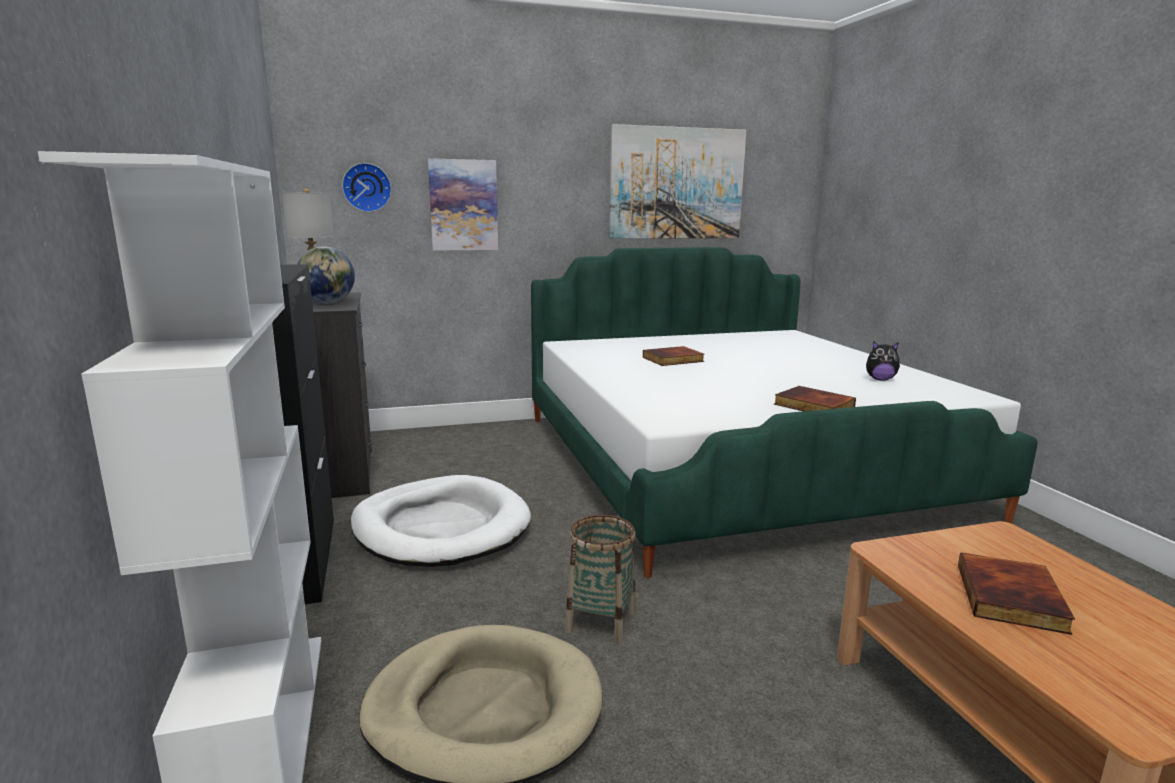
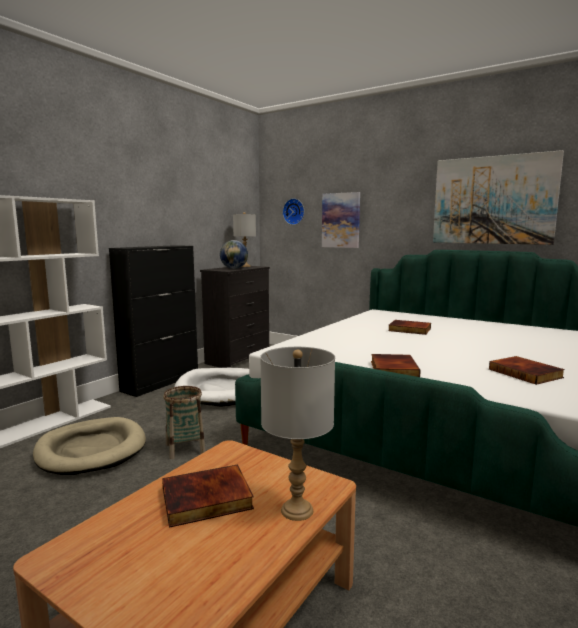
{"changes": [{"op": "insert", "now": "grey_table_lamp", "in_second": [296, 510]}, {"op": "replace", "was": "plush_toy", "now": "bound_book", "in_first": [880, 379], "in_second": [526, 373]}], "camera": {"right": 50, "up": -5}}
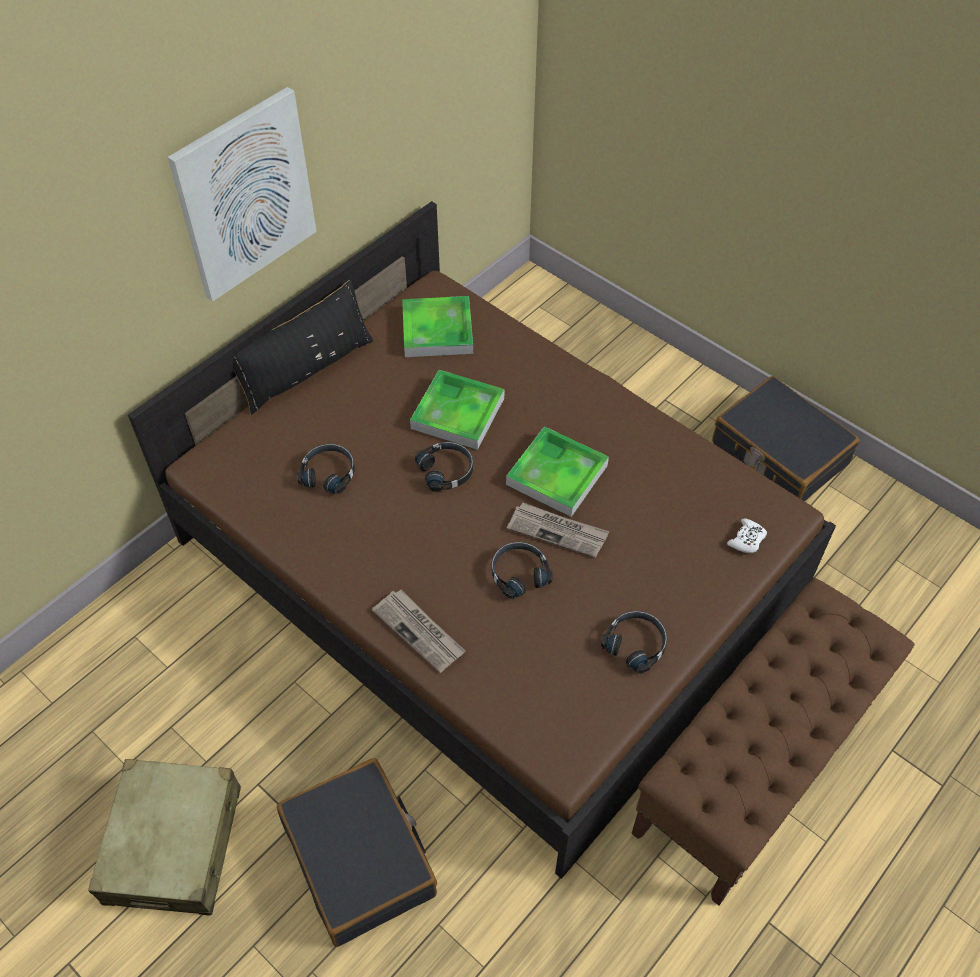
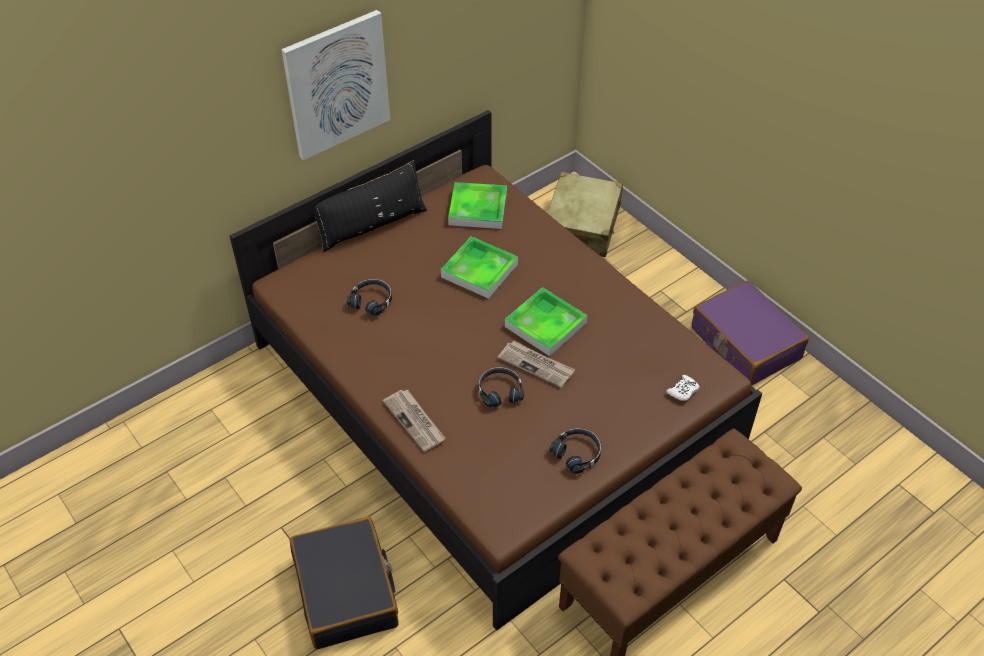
{"changes": [{"op": "delete", "was": "blackish_headphones", "in_first": [446, 470]}, {"op": "move", "was": "beige_piece_of_luggage", "in_first": [175, 844], "in_second": [582, 225]}, {"op": "recolor", "was": "blackish_piece_of_luggage", "now": "purple-coloured_piece_of_luggage", "in_first": [778, 454], "in_second": [744, 343]}], "camera": {"right": 10, "up": -5}}
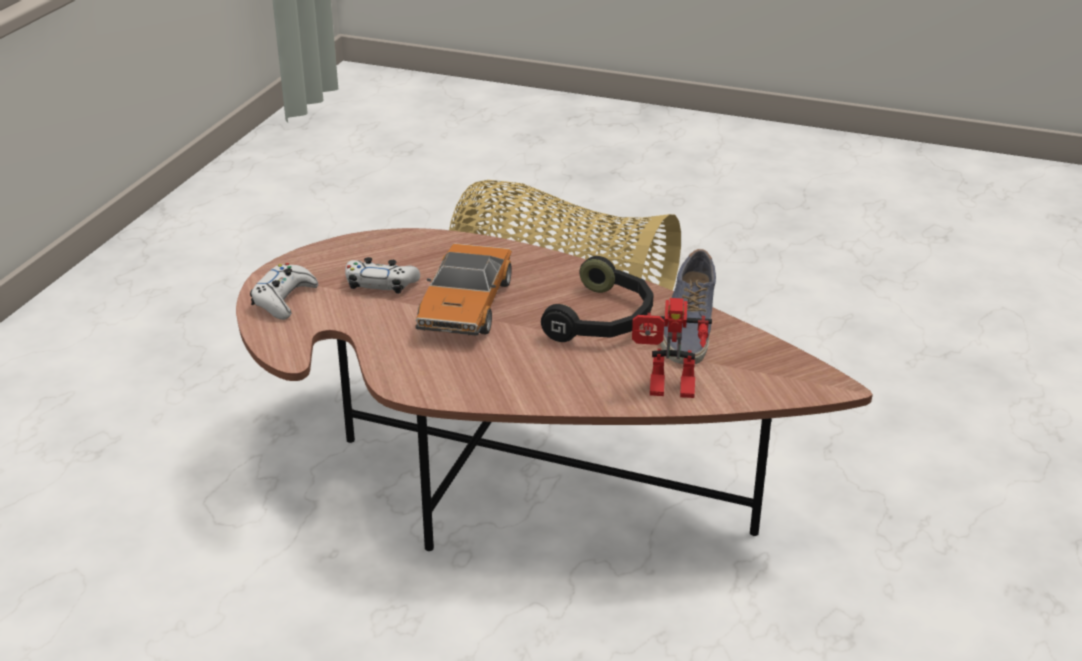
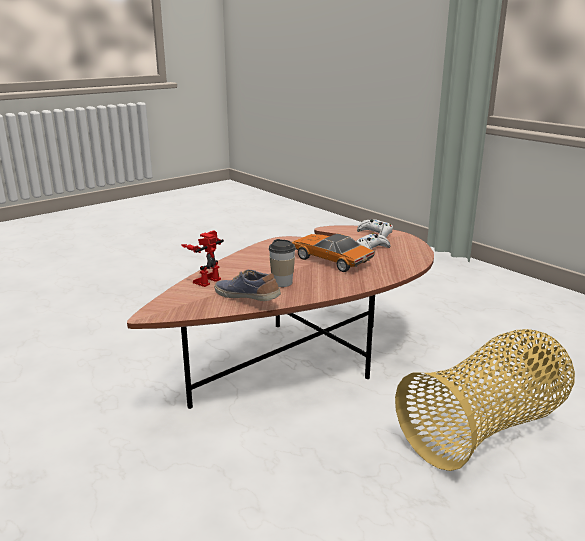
{"changes": [{"op": "replace", "was": "blackish_headphones", "now": "cup", "in_first": [603, 320], "in_second": [282, 283]}], "camera": {"right": 120, "up": -10}}
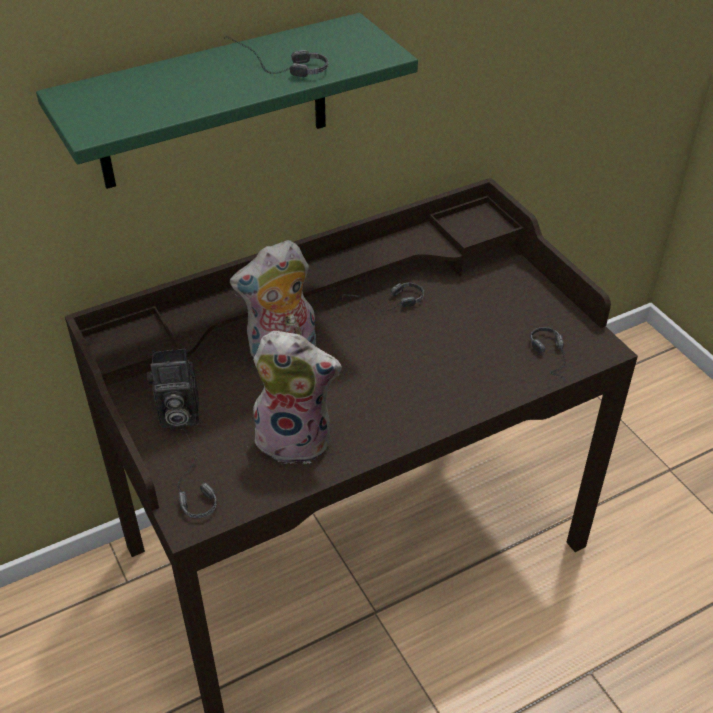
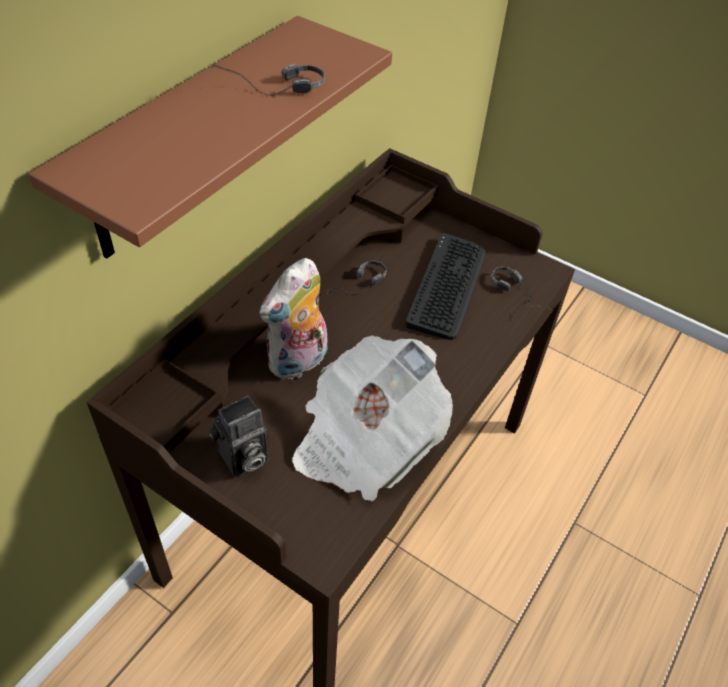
{"changes": [{"op": "delete", "was": "headphones", "in_first": [188, 482]}, {"op": "insert", "now": "PC_keyboard", "in_second": [447, 286]}, {"op": "replace", "was": "plush_toy", "now": "printed_paper", "in_first": [296, 439], "in_second": [365, 440]}, {"op": "recolor", "was": "greenish_shelf", "now": "brown-coloured_shelf", "in_first": [213, 103], "in_second": [189, 140]}], "camera": {"right": -30, "up": 5}}
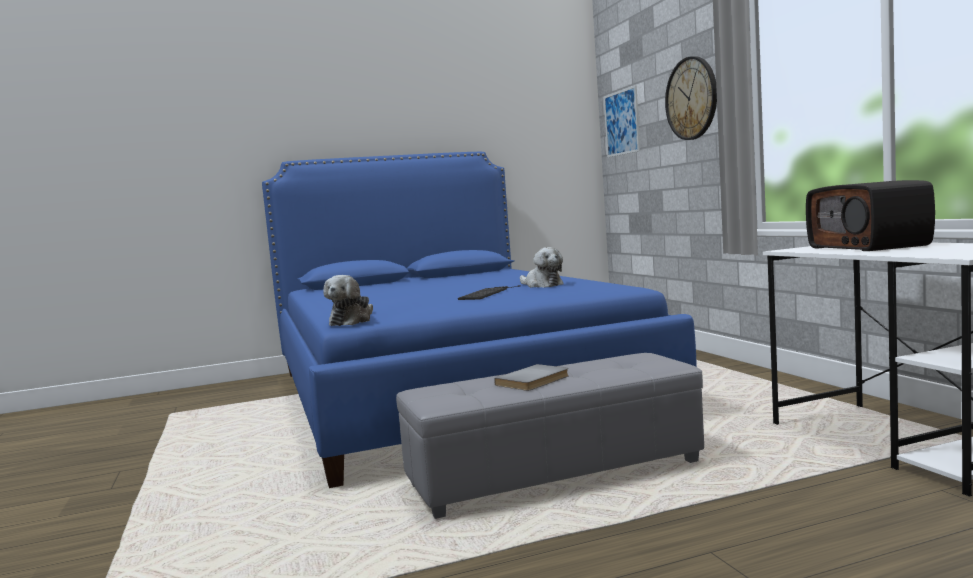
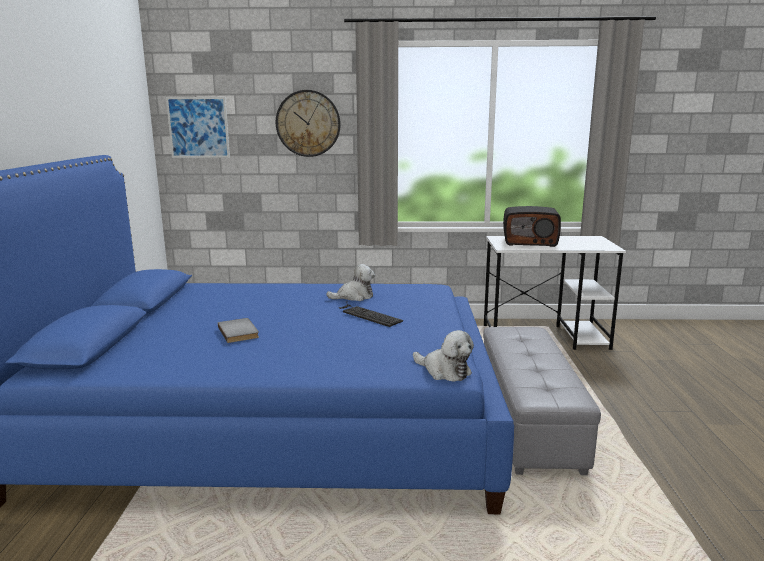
{"changes": [{"op": "move", "was": "grey_bound_book", "in_first": [534, 381], "in_second": [240, 332]}], "camera": {"right": -70, "up": 10}}
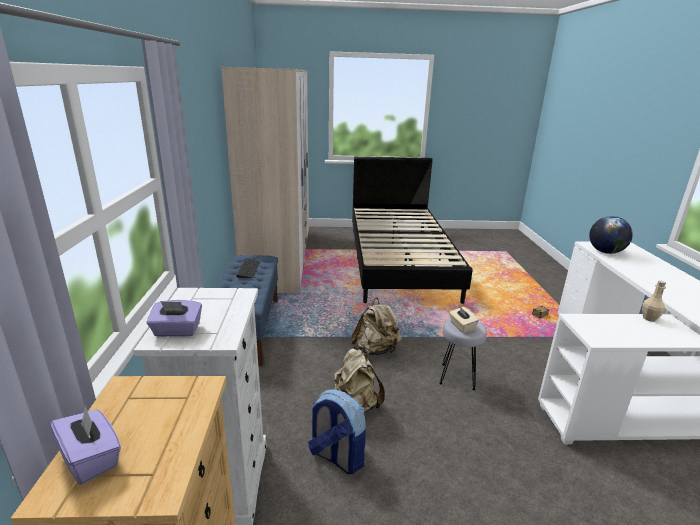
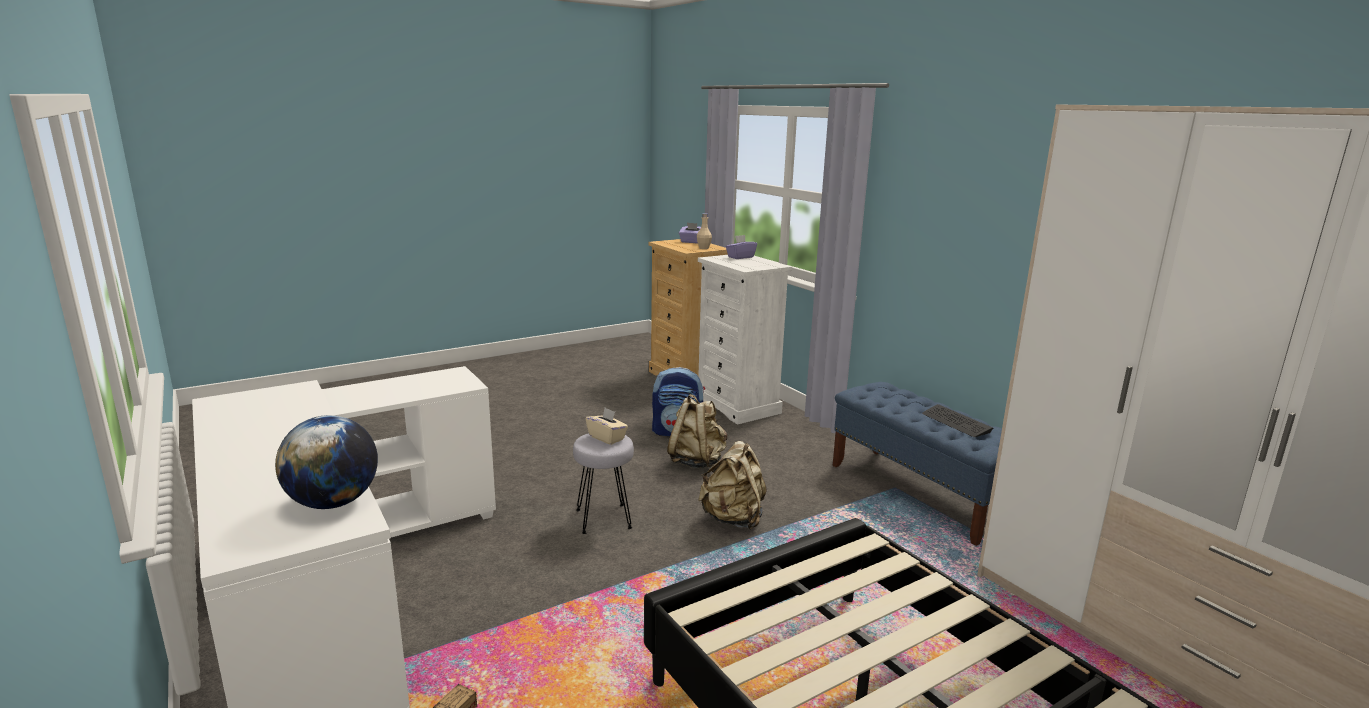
{"changes": [{"op": "move", "was": "beige_beverage_bottle", "in_first": [649, 318], "in_second": [703, 248]}], "camera": {"right": 150, "up": -5}}
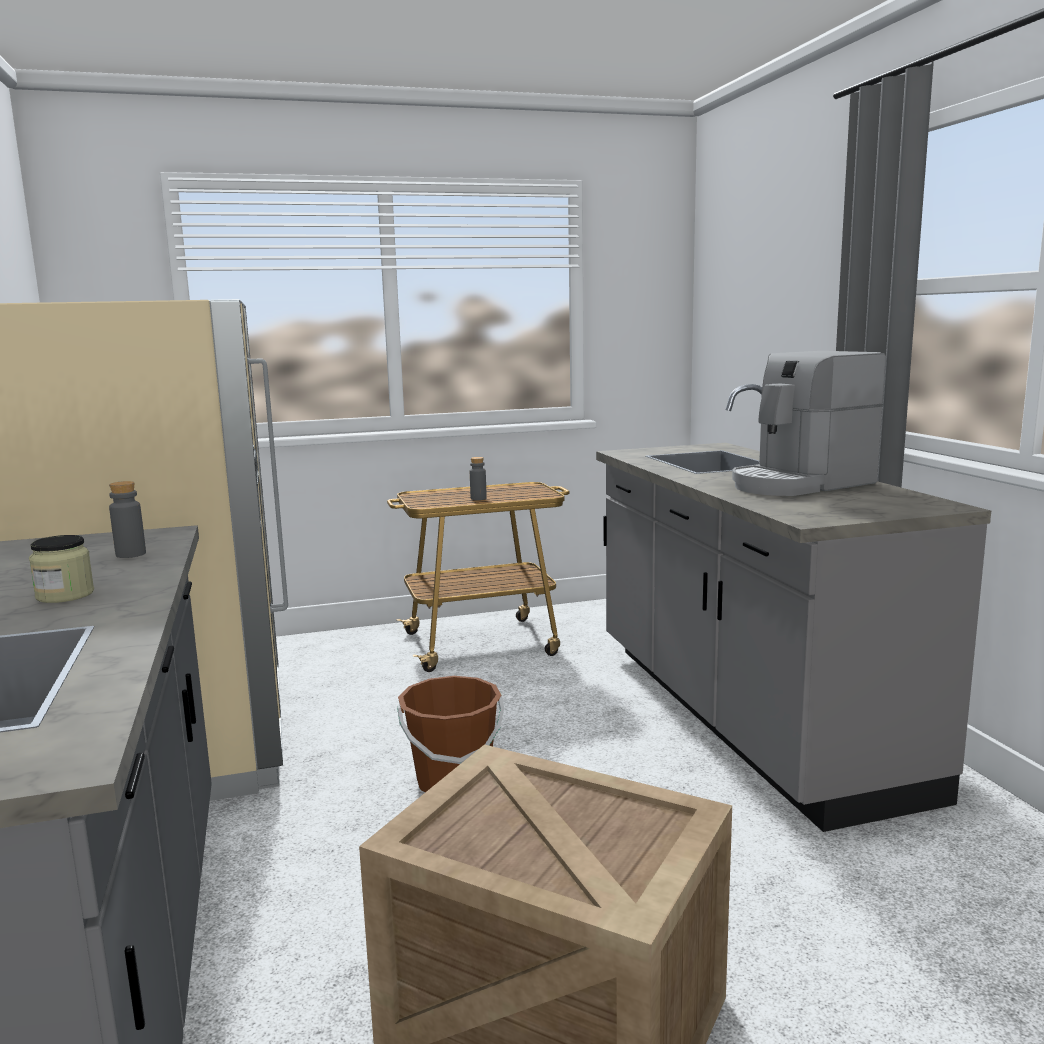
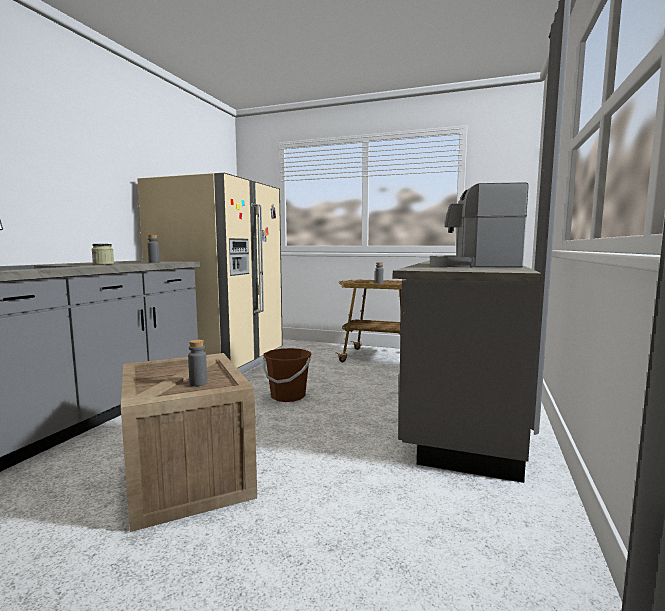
{"changes": [{"op": "insert", "now": "grey_beverage_bottle", "in_second": [198, 383]}], "camera": {"right": 35, "up": -5}}
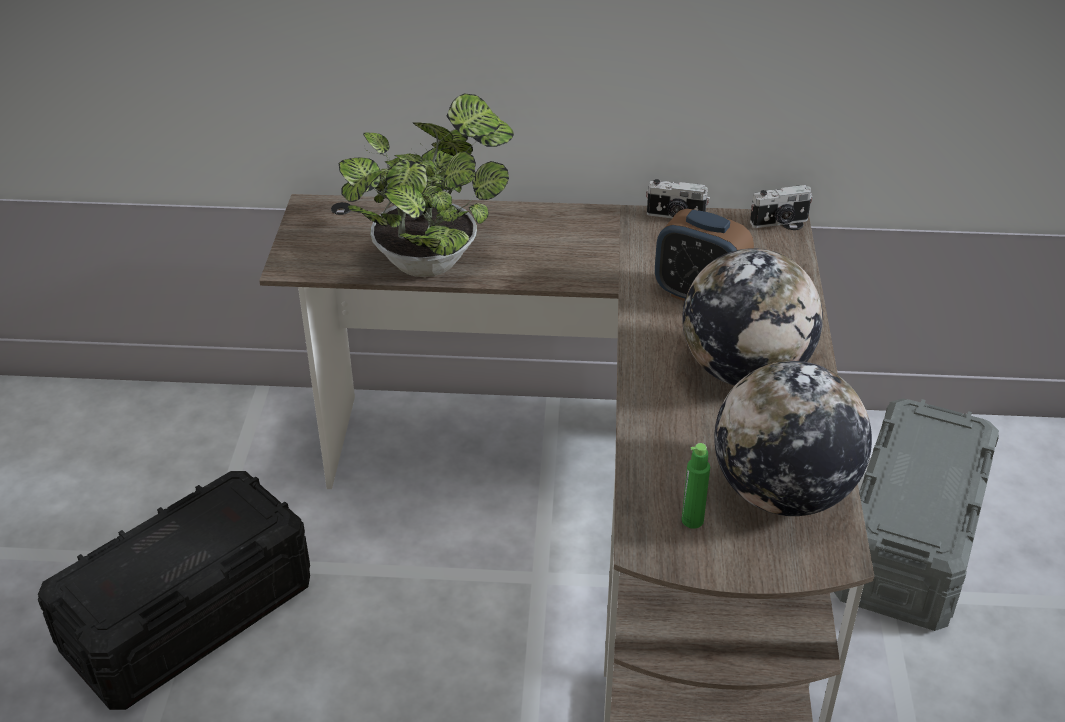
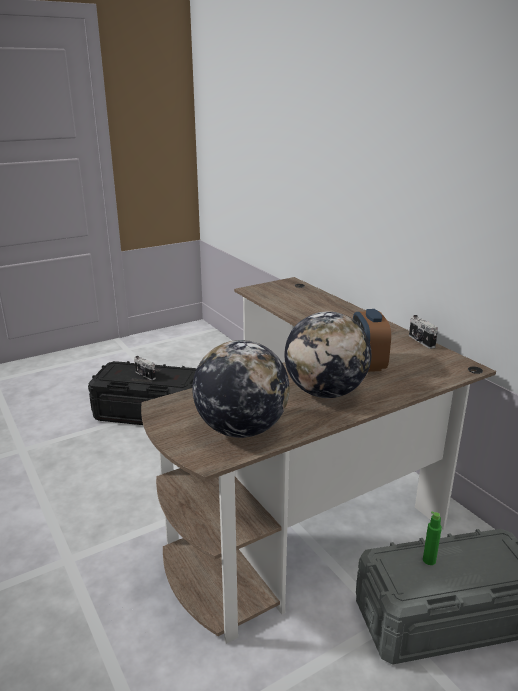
{"changes": [{"op": "delete", "was": "houseplant", "in_first": [432, 259]}, {"op": "move", "was": "greenish_beverage_bottle", "in_first": [692, 520], "in_second": [429, 560]}, {"op": "move", "was": "photo_camera", "in_first": [779, 222], "in_second": [144, 375]}], "camera": {"right": 55, "up": -15}}
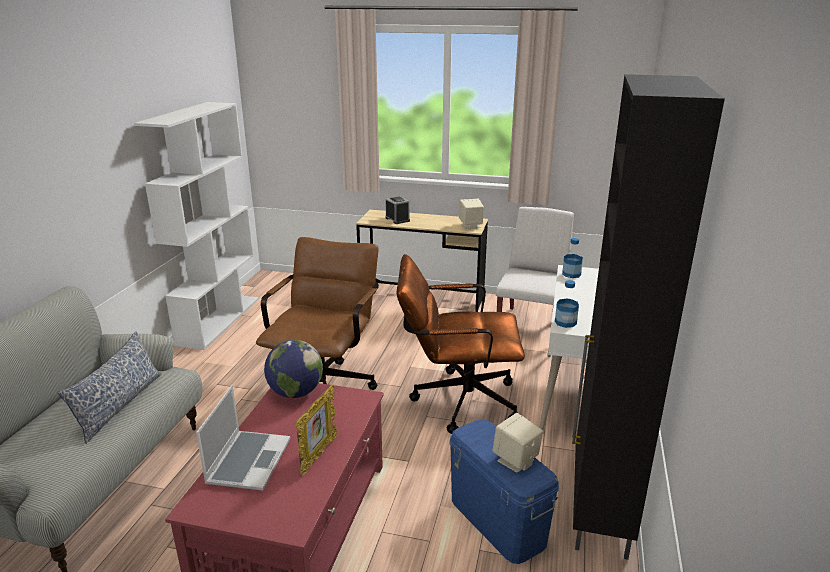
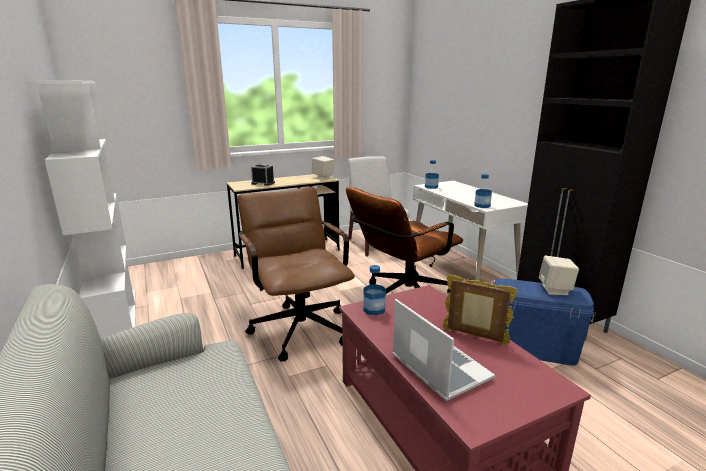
{"changes": [{"op": "delete", "was": "cushion", "in_first": [119, 405]}, {"op": "replace", "was": "globe", "now": "beverage_bottle", "in_first": [295, 392], "in_second": [374, 309]}, {"op": "rotate", "was": "standing_frame", "in_first": [318, 455], "in_second": [474, 337], "clockwise": -45}], "camera": {"right": -40, "up": -5}}
